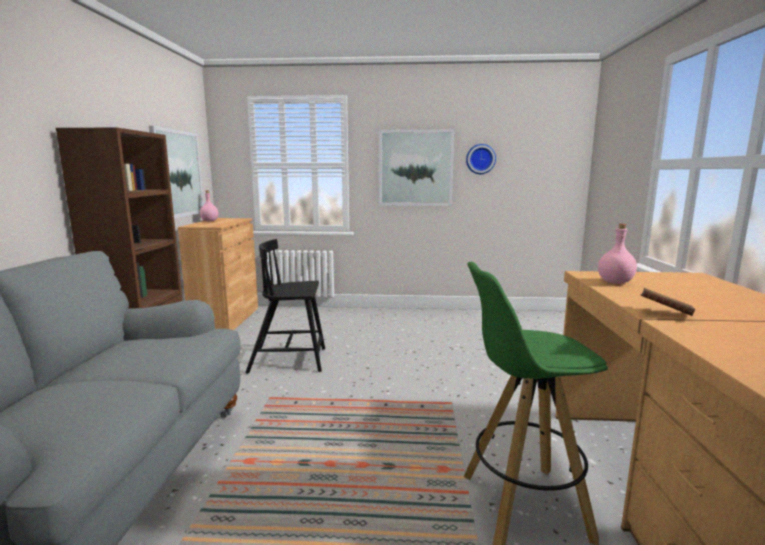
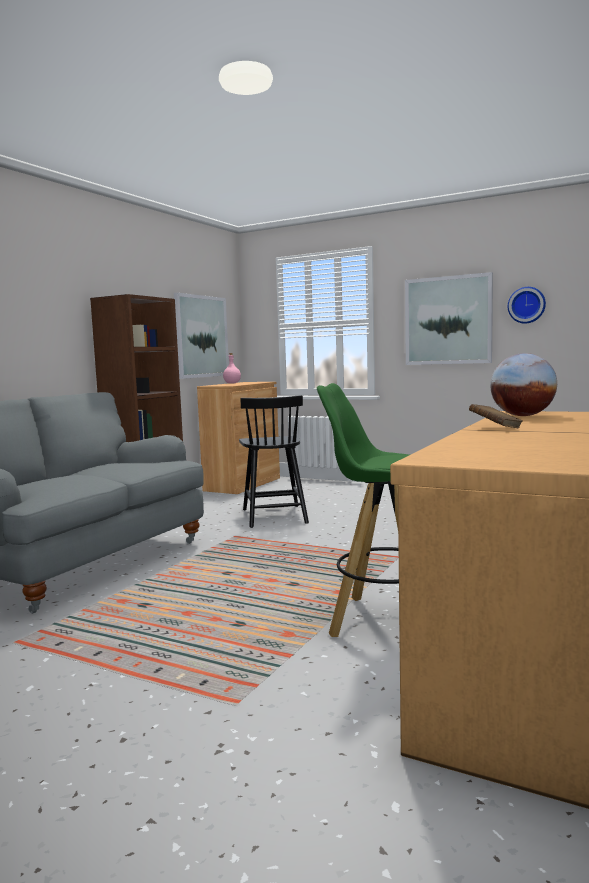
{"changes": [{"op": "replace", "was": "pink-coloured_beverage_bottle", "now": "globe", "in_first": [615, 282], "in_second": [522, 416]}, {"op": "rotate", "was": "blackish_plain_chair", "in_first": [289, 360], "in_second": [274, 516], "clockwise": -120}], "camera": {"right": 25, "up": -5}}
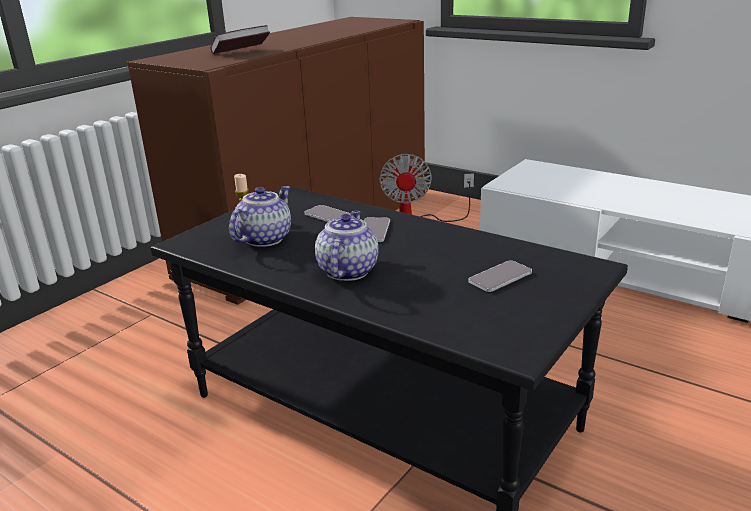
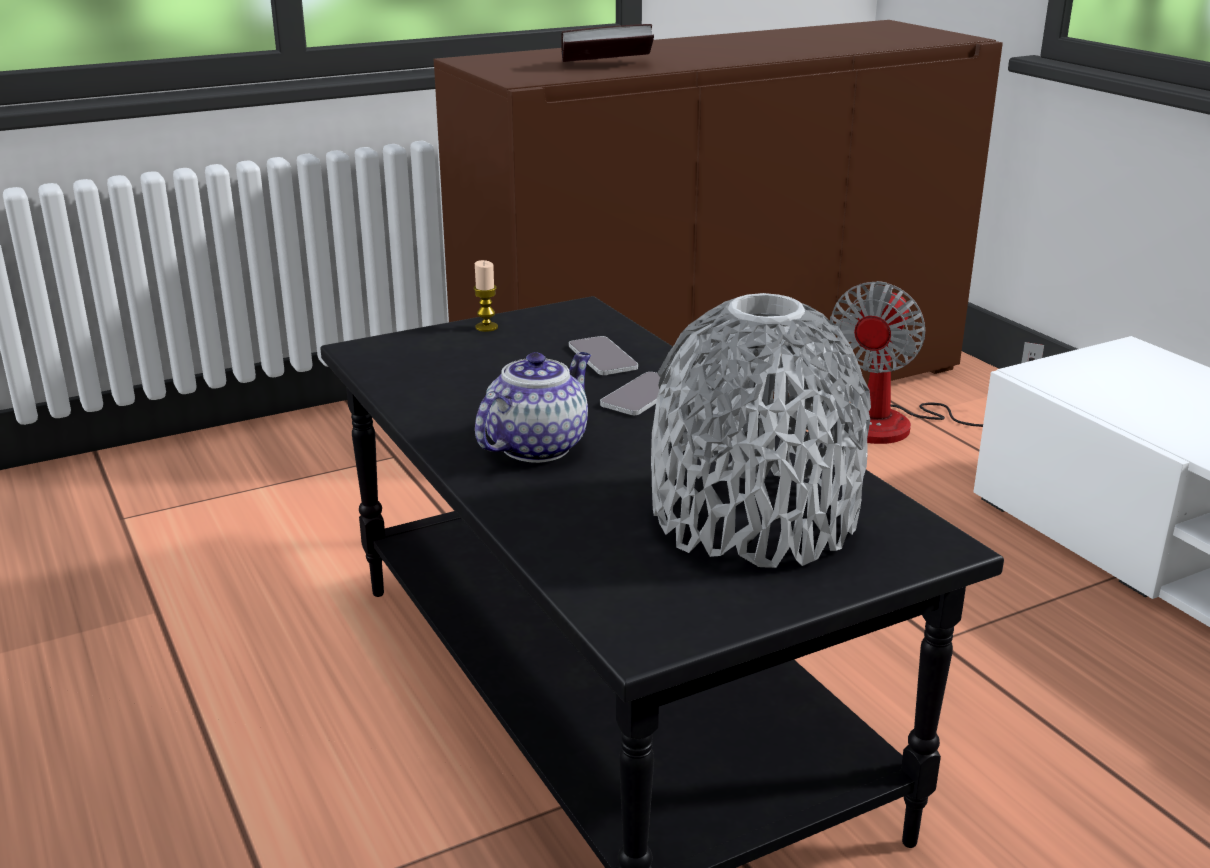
{"changes": [{"op": "delete", "was": "pot_for_tea", "in_first": [264, 239]}, {"op": "replace", "was": "phone", "now": "grey_vase", "in_first": [500, 277], "in_second": [754, 518]}], "camera": {"right": 25, "up": 0}}
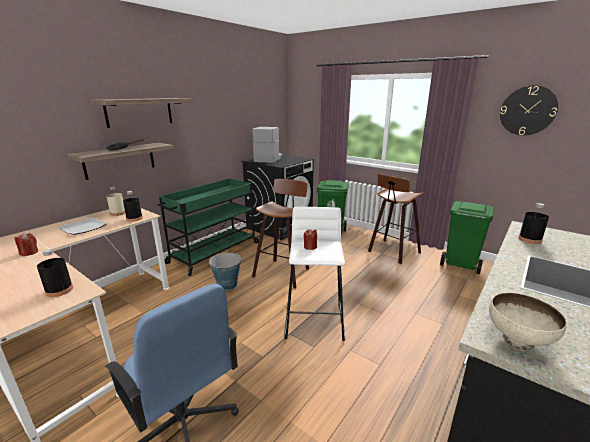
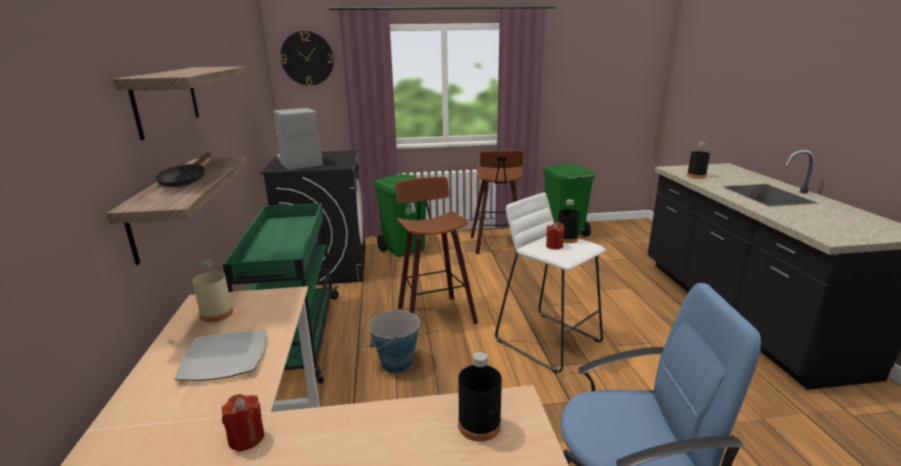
{"changes": [{"op": "delete", "was": "beige_deep_dish", "in_first": [517, 341]}, {"op": "move", "was": "blackish_beverage_bottle", "in_first": [134, 218], "in_second": [567, 239]}, {"op": "move", "was": "wall_clock", "in_first": [527, 110], "in_second": [307, 58]}], "camera": {"right": -45, "up": 0}}
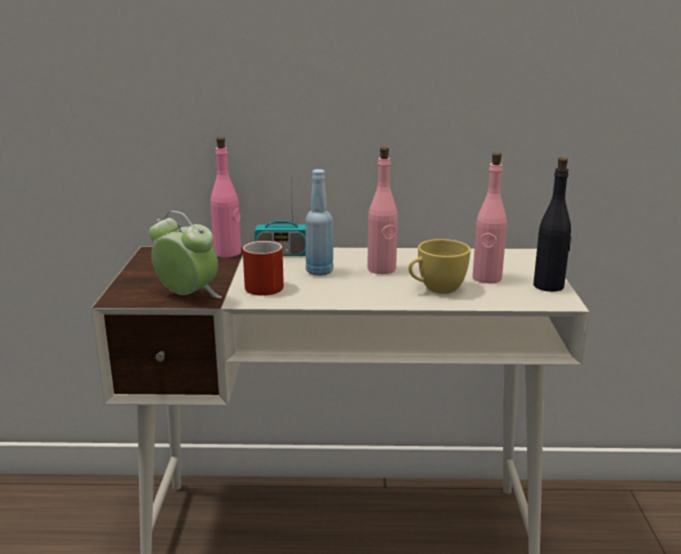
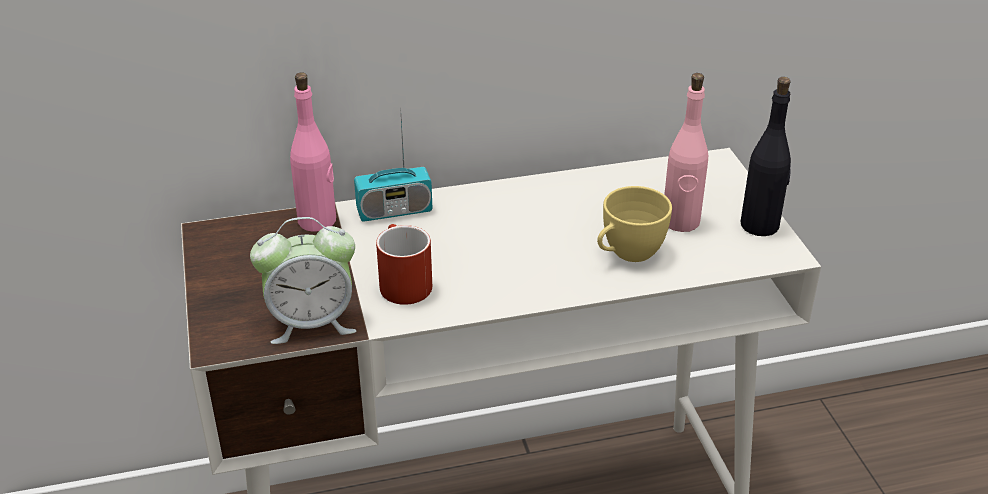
{"changes": [{"op": "delete", "was": "bluish_beverage_bottle", "in_first": [319, 272]}, {"op": "delete", "was": "pink-coloured_beverage_bottle", "in_first": [382, 269]}, {"op": "rotate", "was": "table_clock", "in_first": [187, 296], "in_second": [311, 323], "clockwise": 150}], "camera": {"right": -15, "up": 15}}
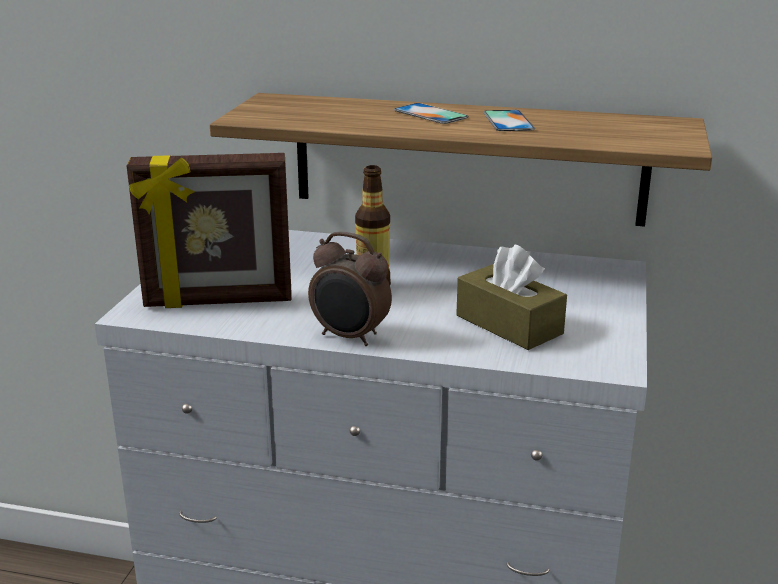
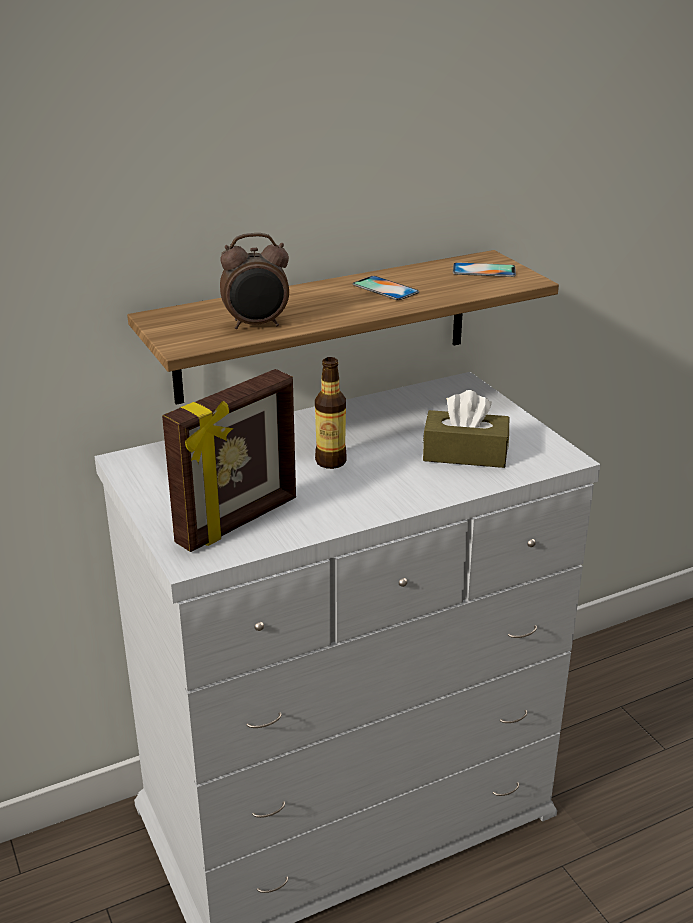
{"changes": [{"op": "move", "was": "table_clock", "in_first": [350, 337], "in_second": [257, 325]}, {"op": "move", "was": "phone", "in_first": [430, 114], "in_second": [484, 270]}], "camera": {"right": -40, "up": 5}}
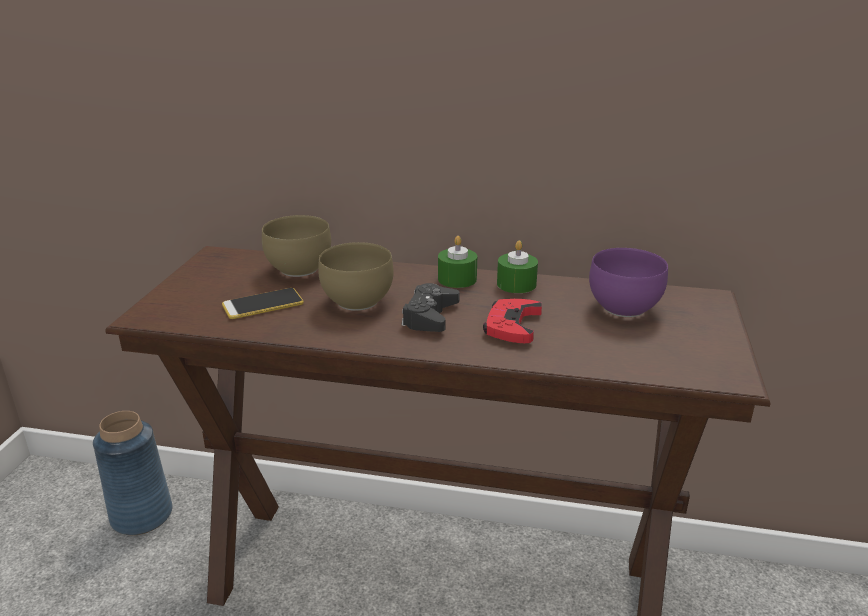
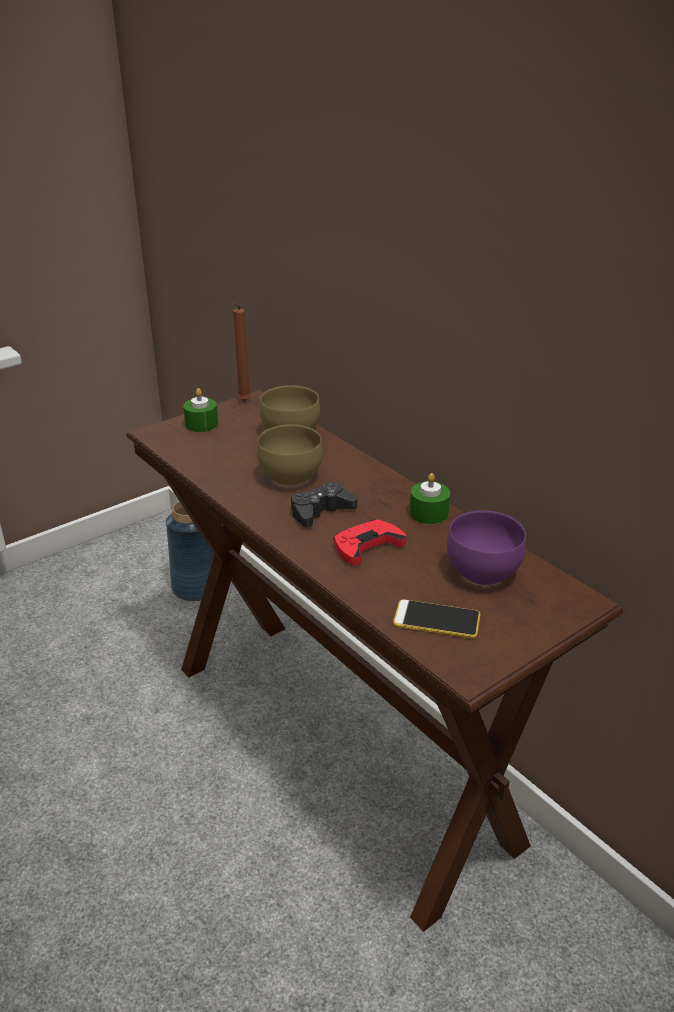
{"changes": [{"op": "insert", "now": "brown-coloured_wax_light", "in_second": [243, 402]}, {"op": "move", "was": "phone", "in_first": [263, 304], "in_second": [436, 620]}, {"op": "move", "was": "greenish_wax_light", "in_first": [457, 279], "in_second": [201, 424]}], "camera": {"right": 40, "up": 5}}
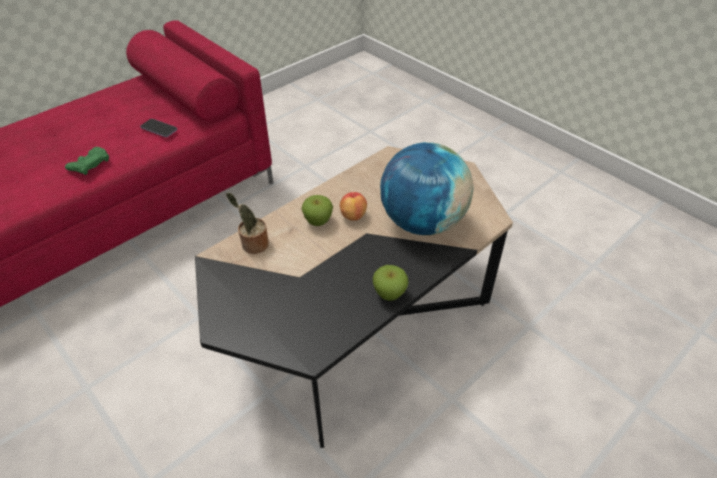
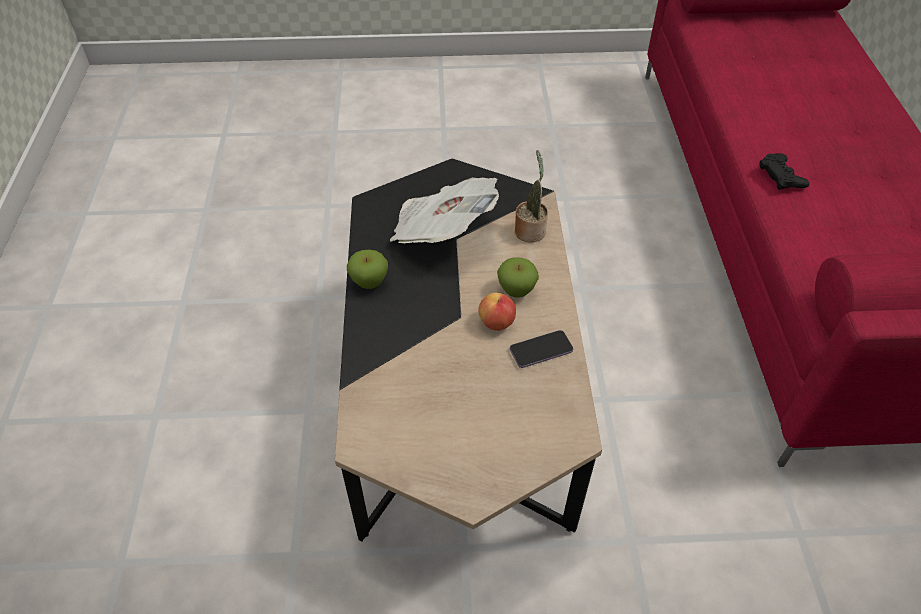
{"changes": [{"op": "delete", "was": "globe", "in_first": [422, 222]}, {"op": "insert", "now": "printed_paper", "in_second": [442, 231]}, {"op": "move", "was": "phone", "in_first": [159, 129], "in_second": [541, 350]}, {"op": "recolor", "was": "greenish_game_controller", "now": "blackish_game_controller", "in_first": [89, 164], "in_second": [781, 176]}], "camera": {"right": 130, "up": 5}}
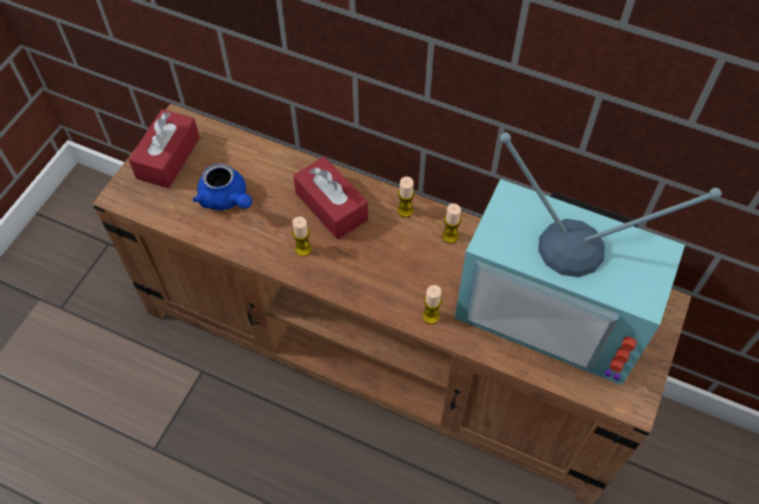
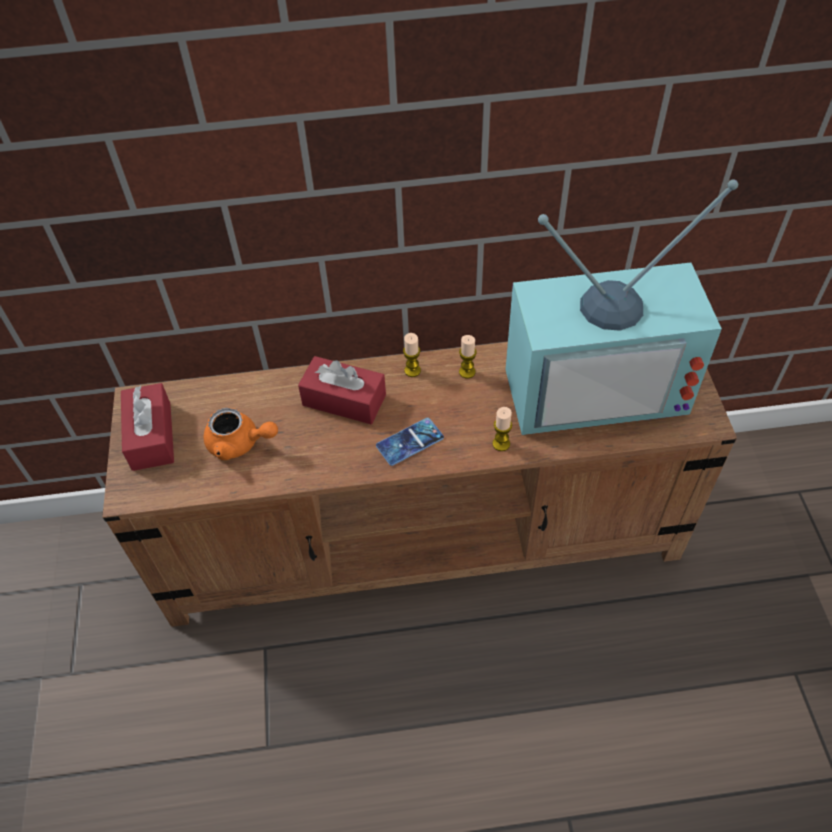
{"changes": [{"op": "delete", "was": "wax_light", "in_first": [303, 249]}, {"op": "insert", "now": "phone", "in_second": [410, 442]}, {"op": "recolor", "was": "bluish_pot_for_tea", "now": "orangey_pot_for_tea", "in_first": [226, 199], "in_second": [239, 443]}], "camera": {"right": -30, "up": -5}}
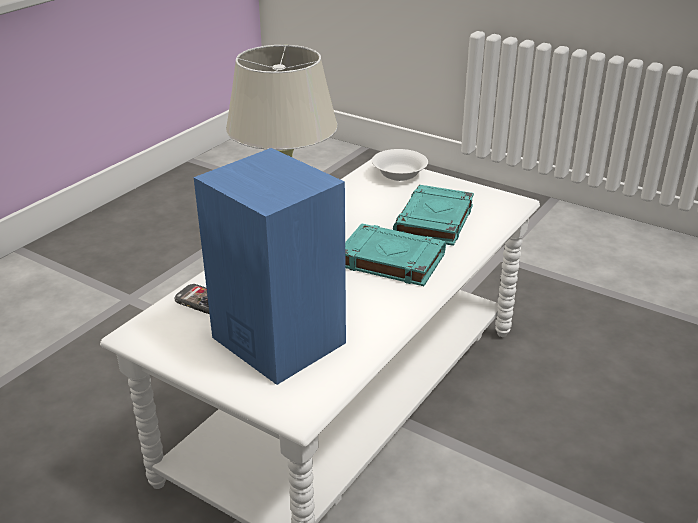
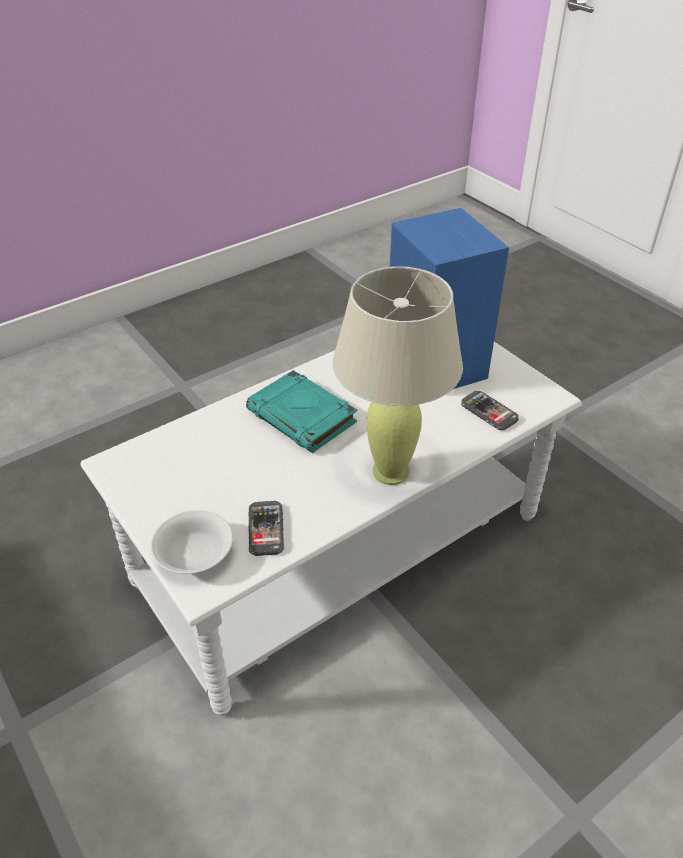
{"changes": [{"op": "delete", "was": "turquoise-coloured_bound_book", "in_first": [434, 221]}, {"op": "insert", "now": "phone", "in_second": [266, 529]}], "camera": {"right": -160, "up": 10}}
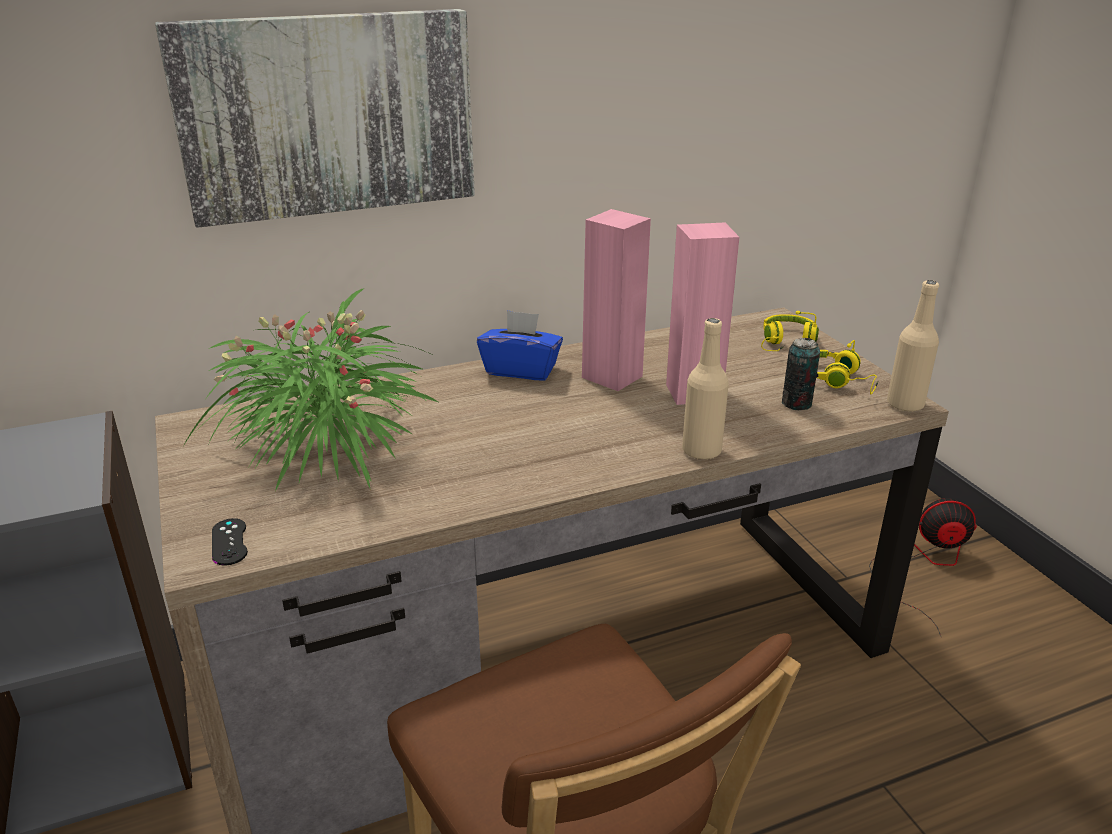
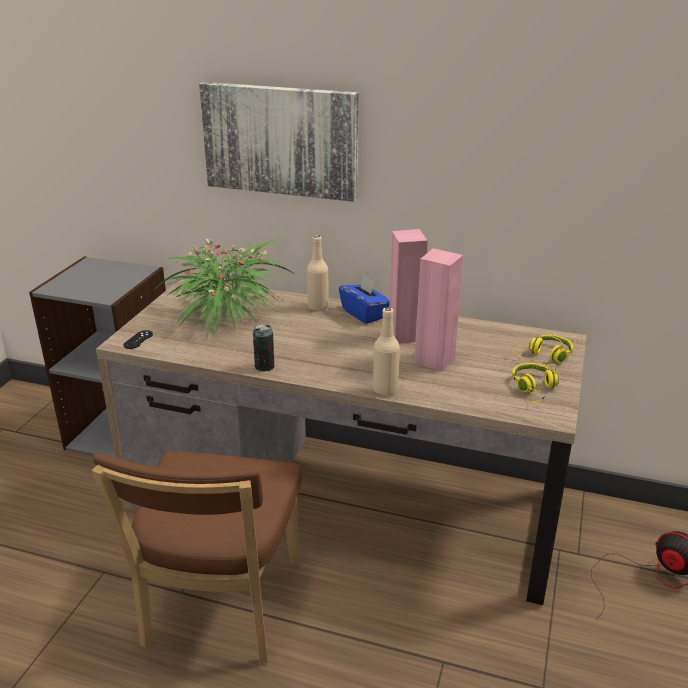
{"changes": [{"op": "move", "was": "metal_can", "in_first": [796, 404], "in_second": [264, 366]}, {"op": "move", "was": "beige_beverage_bottle", "in_first": [905, 404], "in_second": [318, 307]}], "camera": {"right": 40, "up": 0}}
